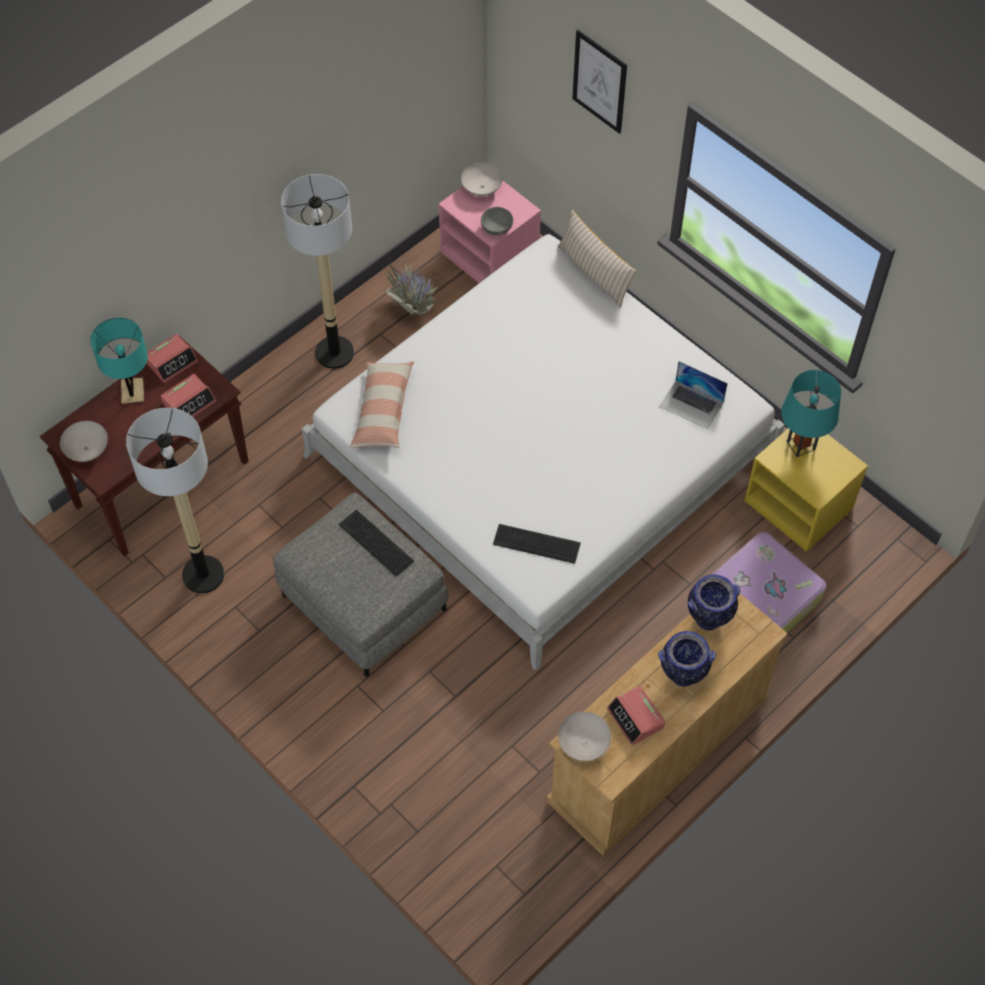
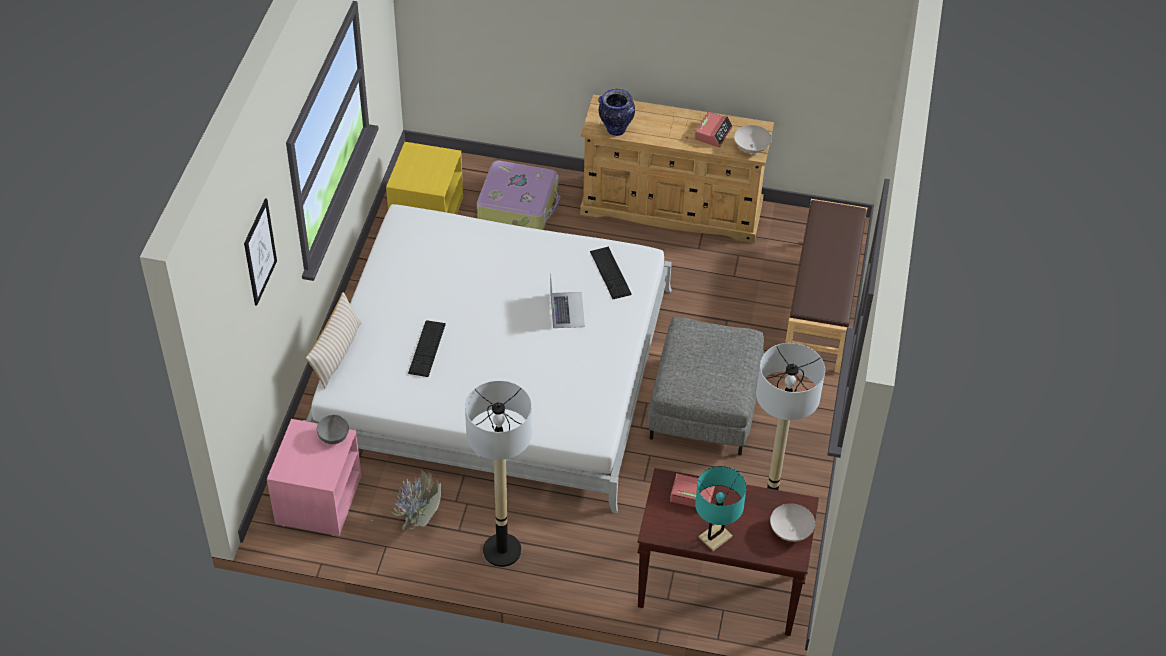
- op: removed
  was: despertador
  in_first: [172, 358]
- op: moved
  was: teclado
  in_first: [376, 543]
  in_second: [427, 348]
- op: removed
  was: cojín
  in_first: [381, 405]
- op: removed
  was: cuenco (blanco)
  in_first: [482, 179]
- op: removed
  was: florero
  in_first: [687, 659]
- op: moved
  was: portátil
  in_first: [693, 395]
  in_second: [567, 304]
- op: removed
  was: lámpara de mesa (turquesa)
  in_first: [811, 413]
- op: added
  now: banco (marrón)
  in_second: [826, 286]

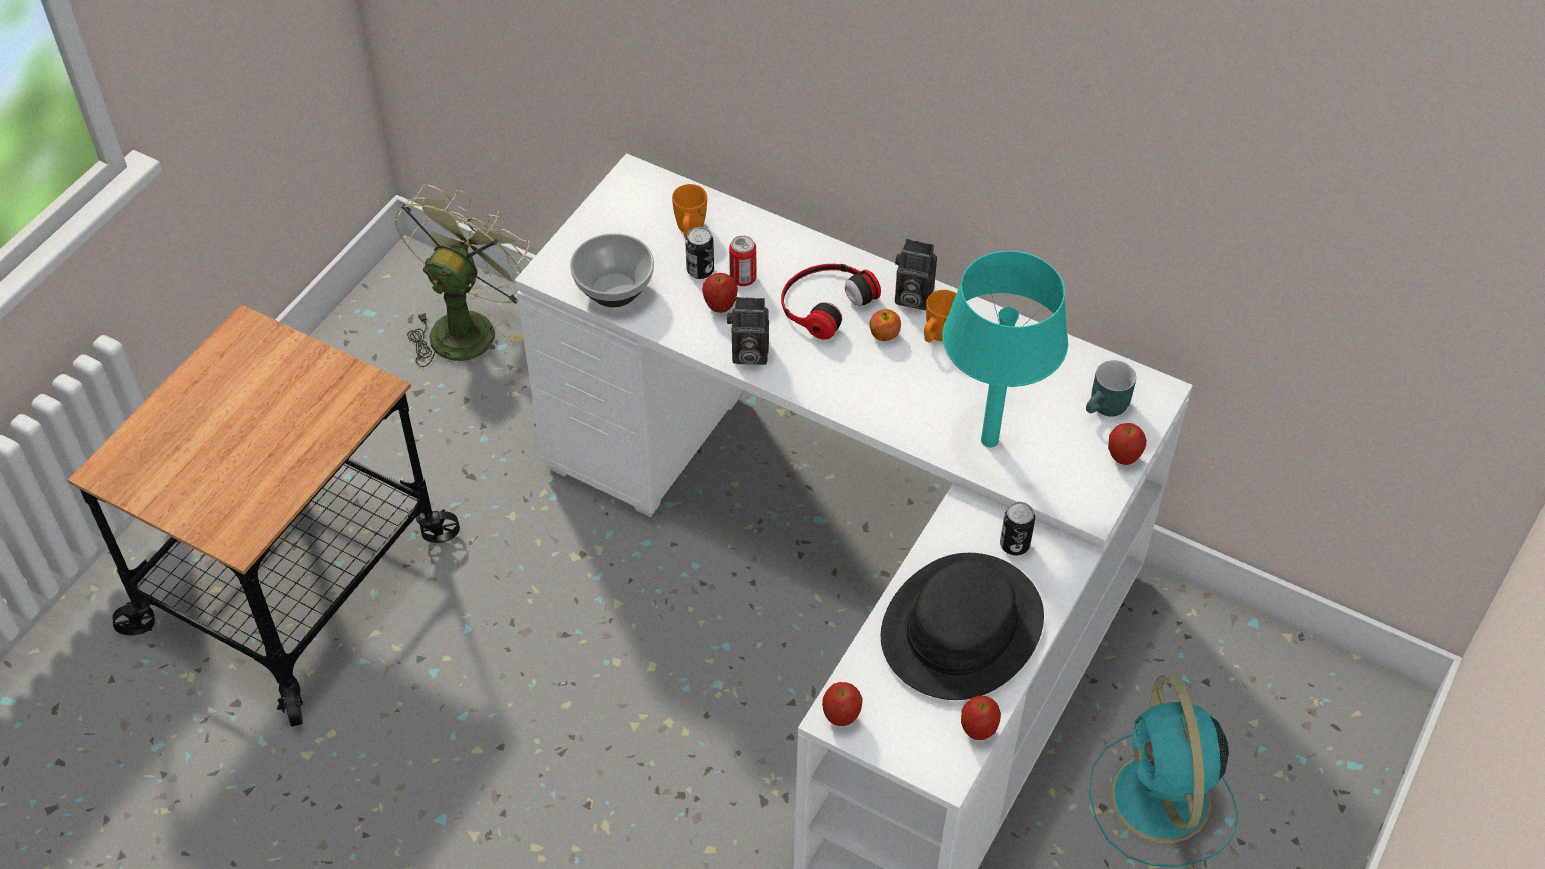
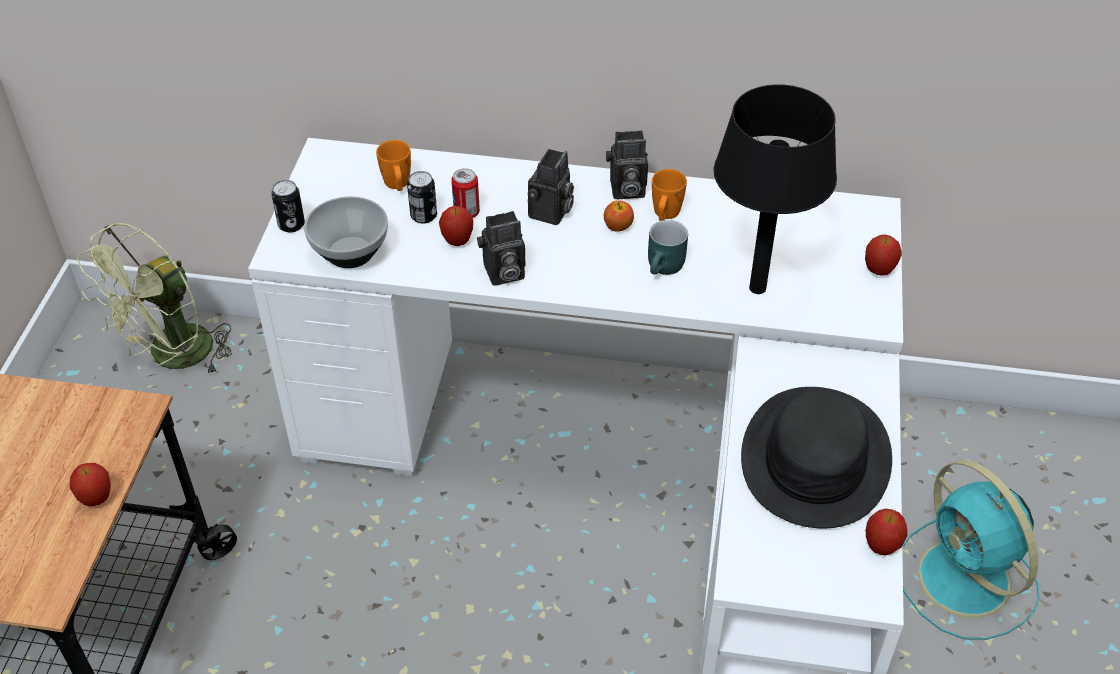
- op: turned
  was: ventilador (verde)
  in_first: [462, 276]
  in_second: [154, 299]
  clockwise: -150
- op: replaced
  was: auriculares
  now: cámara
  in_first: [831, 302]
  in_second: [551, 187]
- op: moved
  was: manzana
  in_first: [842, 704]
  in_second: [90, 484]
- op: recoloured
  was: lámpara de mesa (turquesa)
  now: lámpara de mesa (negro)
  in_first: [1005, 349]
  in_second: [775, 189]
- op: moved
  was: lata
  in_first: [1017, 528]
  in_second: [288, 206]
- op: moved
  was: taza grande (turquesa)
  in_first: [1111, 388]
  in_second: [668, 247]

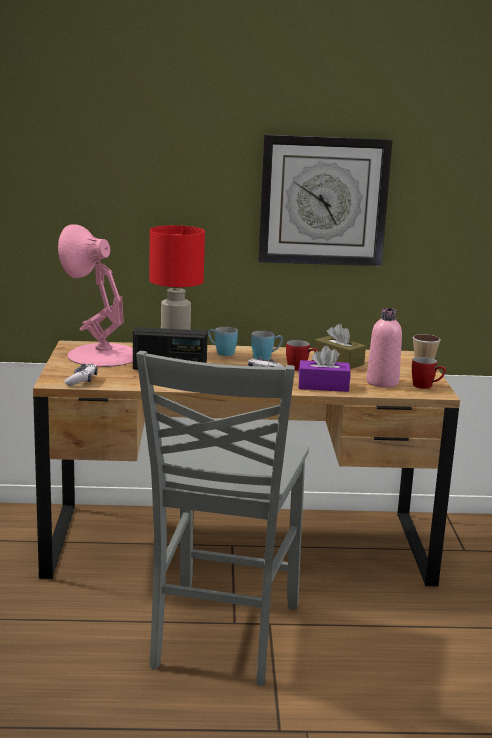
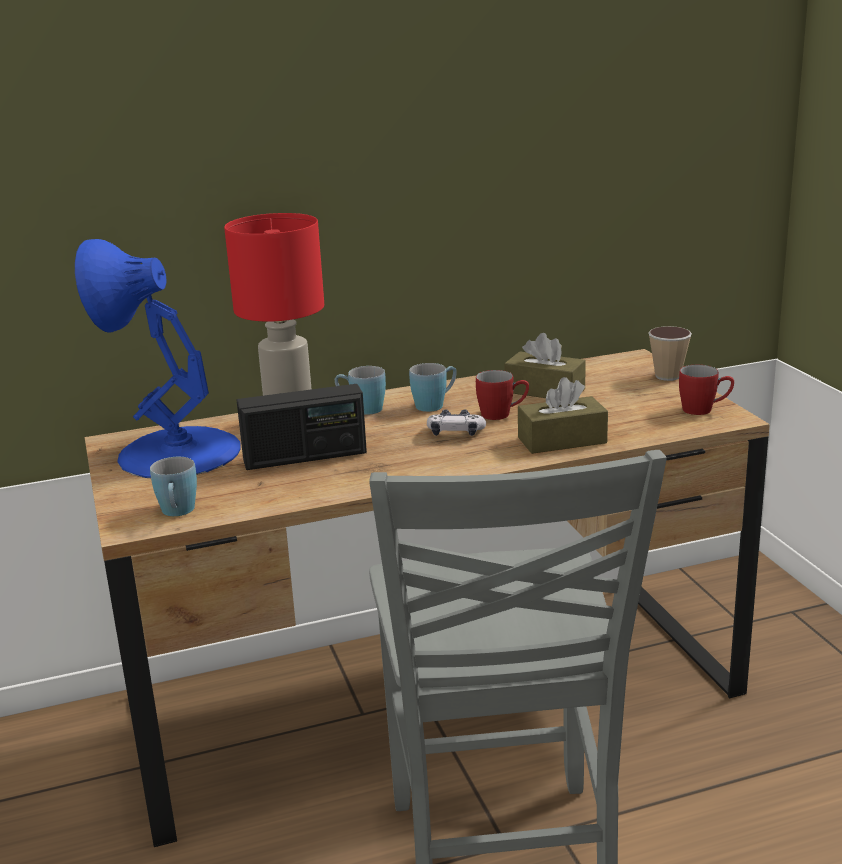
- op: recoloured
  was: lámpara de mesa (rosa)
  now: lámpara de mesa (azul)
  in_first: [95, 295]
  in_second: [158, 358]
- op: replaced
  was: mando de consola
  now: taza grande (azul)
  in_first: [81, 374]
  in_second: [173, 486]
- op: removed
  was: reloj de pared
  in_first: [325, 200]
- op: recoloured
  was: caja de pañuelos (morado)
  now: caja de pañuelos (marrón)
  in_first: [324, 369]
  in_second: [563, 415]
- op: removed
  was: botella (rosa)
  in_first: [384, 348]

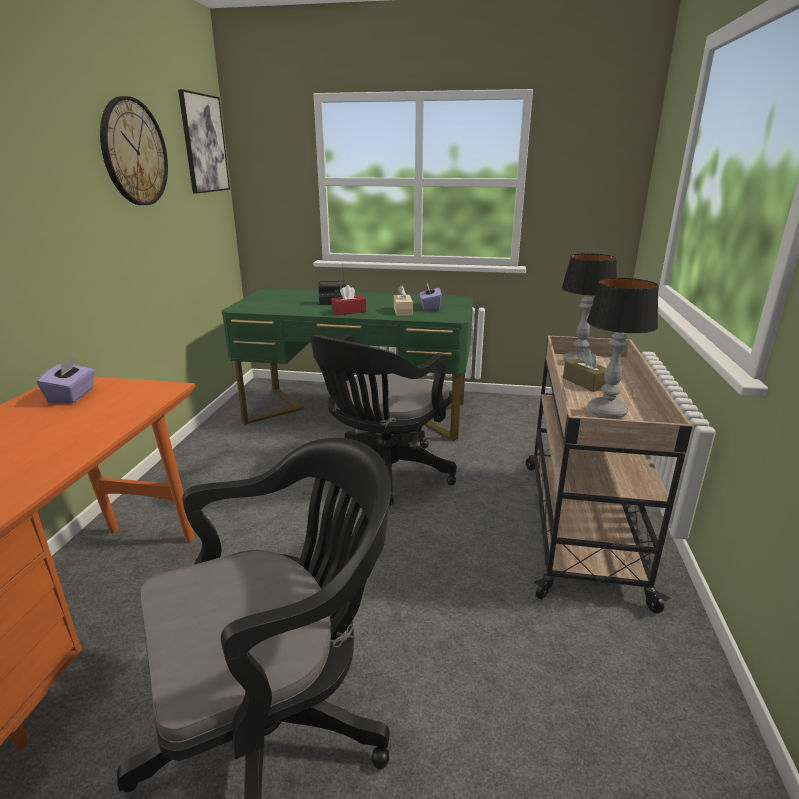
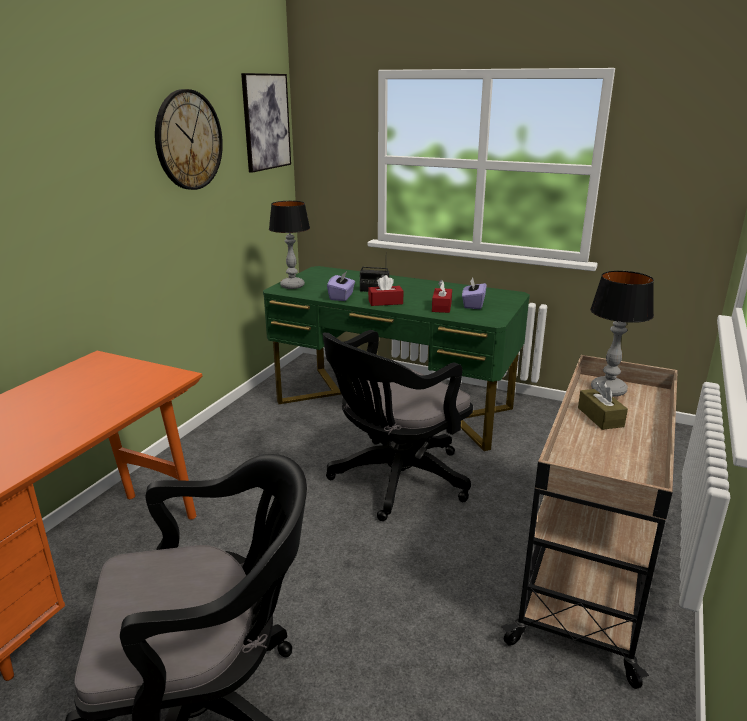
- op: moved
  was: caja de pañuelos (morado)
  in_first: [66, 380]
  in_second: [341, 286]
- op: recoloured
  was: caja de pañuelos (beis)
  now: caja de pañuelos (rojo)
  in_first: [403, 300]
  in_second: [442, 296]
- op: moved
  was: lámpara de mesa
  in_first: [623, 348]
  in_second: [289, 245]

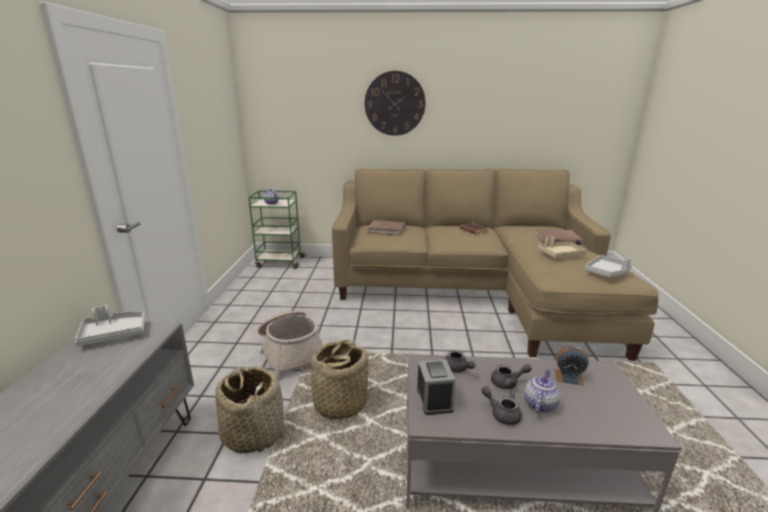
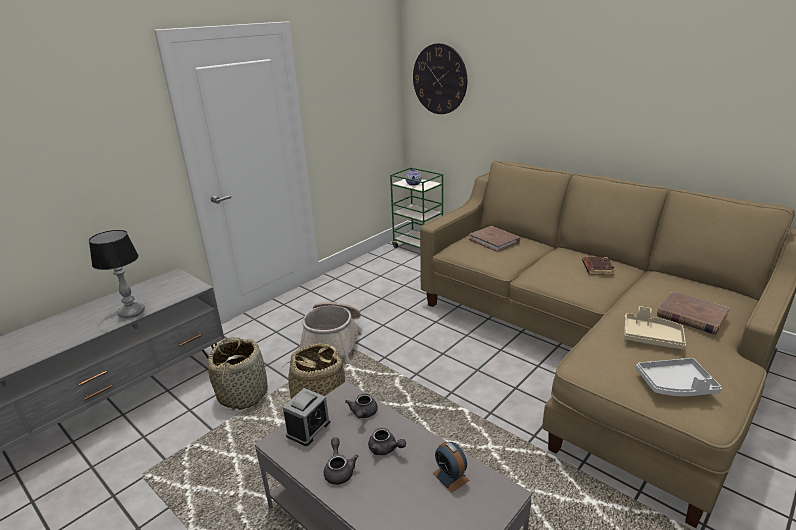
- op: removed
  was: bandeja (gris)
  in_first: [110, 325]
- op: moved
  was: reloj de pared
  in_first: [395, 103]
  in_second: [440, 78]
- op: removed
  was: tetera
  in_first: [542, 391]
- op: added
  now: lámpara de mesa
  in_second: [117, 274]

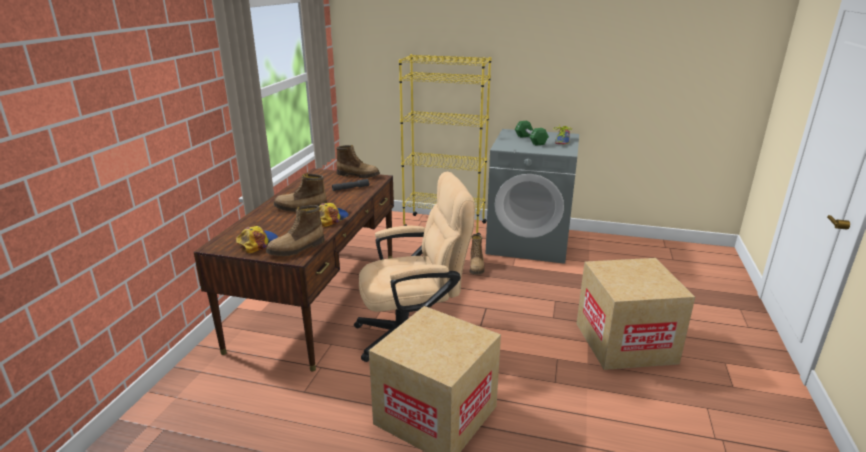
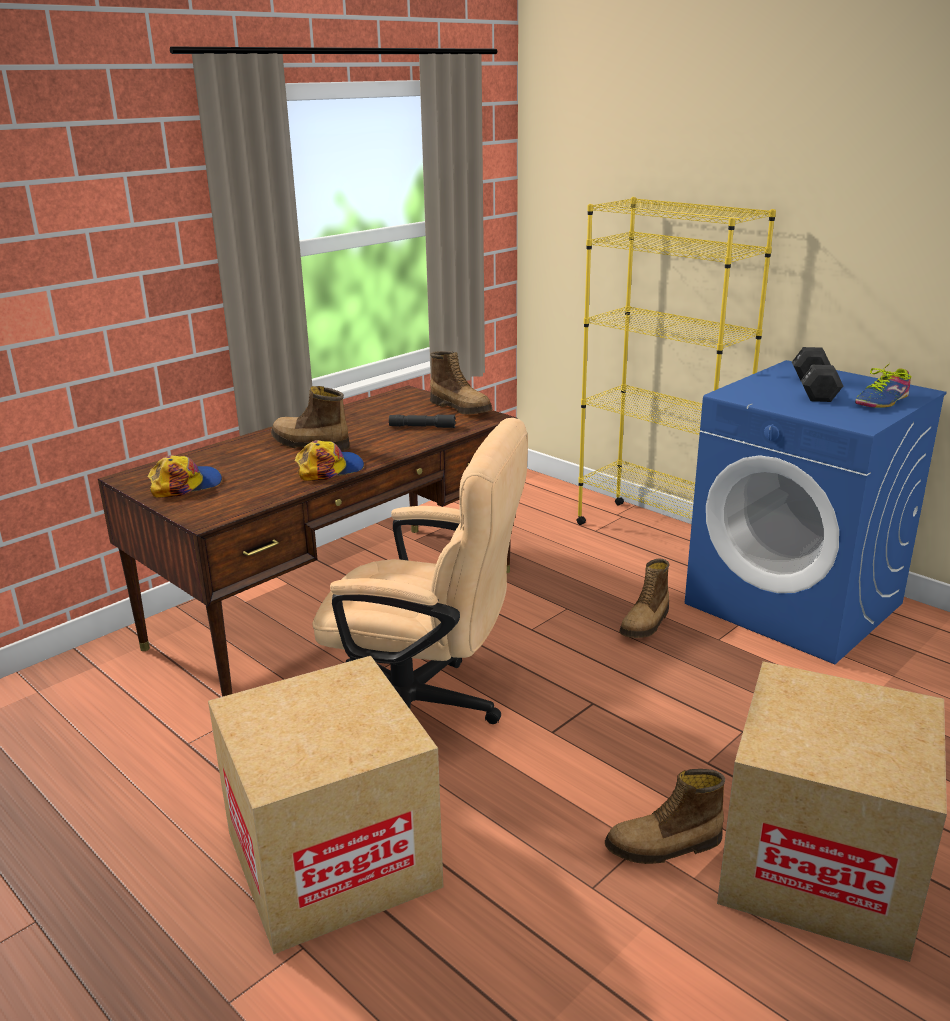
- op: moved
  was: bota
  in_first: [295, 230]
  in_second: [665, 816]
- op: recoloured
  was: lavadora (gris)
  now: lavadora (azul)
  in_first: [532, 196]
  in_second: [816, 512]
- op: recoloured
  was: mancuerna (verde)
  now: mancuerna (negro)
  in_first: [532, 133]
  in_second: [817, 374]

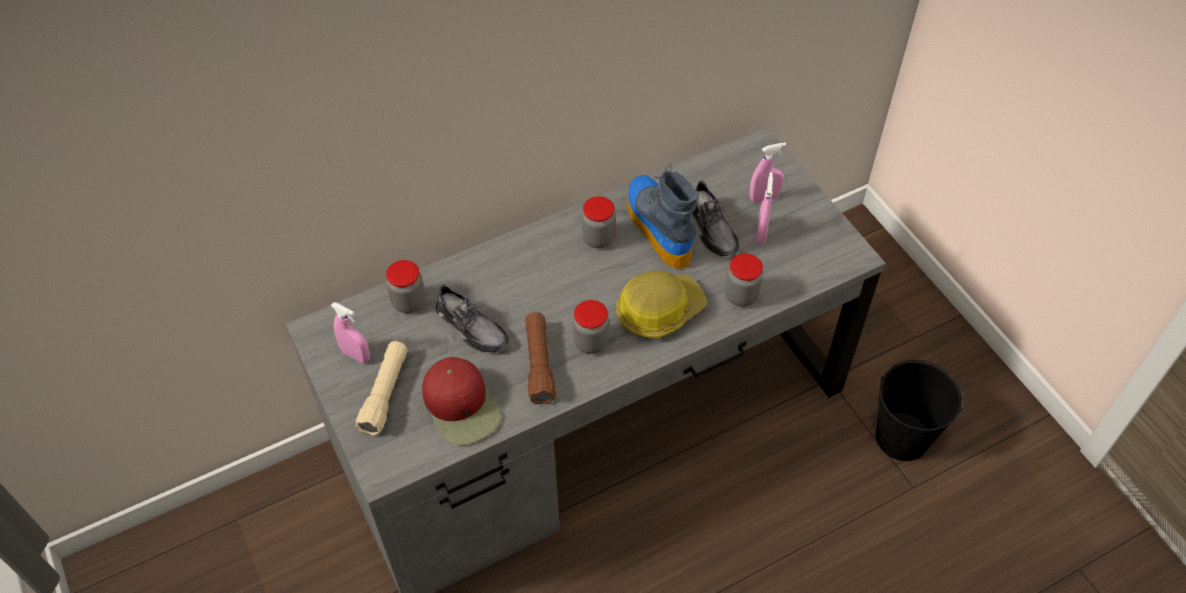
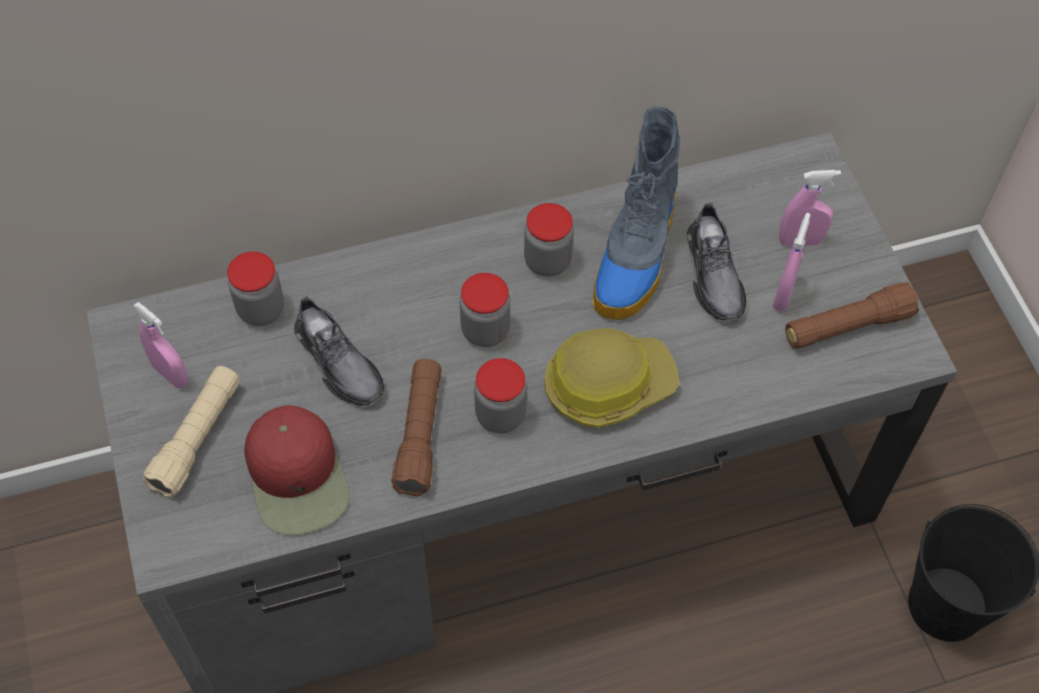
- op: turned
  was: bota
  in_first: [663, 216]
  in_second: [636, 213]
  clockwise: -150
- op: moved
  was: tarro
  in_first: [744, 280]
  in_second: [485, 310]
- op: added
  now: linterna (marrón)
  in_second: [852, 315]

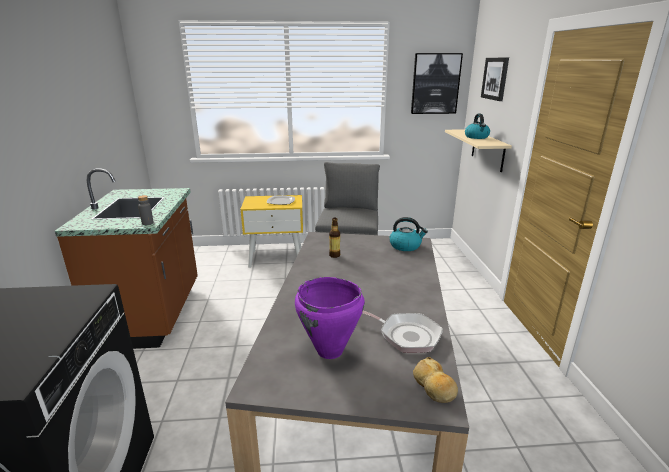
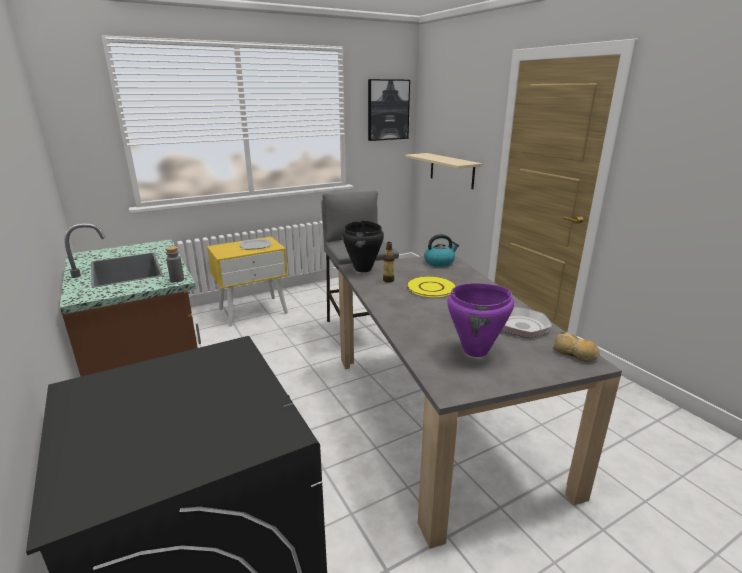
- op: removed
  was: hervidor
  in_first: [477, 126]
- op: removed
  was: cuadro
  in_first: [495, 79]
- op: added
  now: olla (negro)
  in_second: [363, 246]
- op: added
  now: plato (amarillo)
  in_second: [431, 286]

